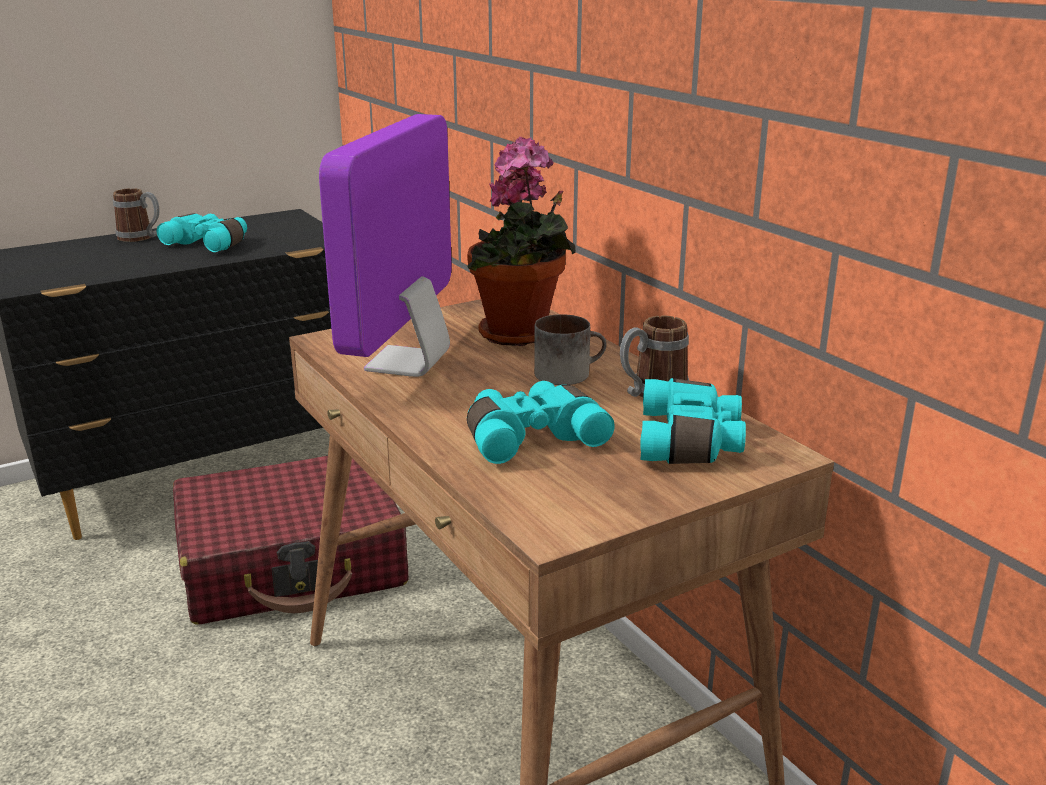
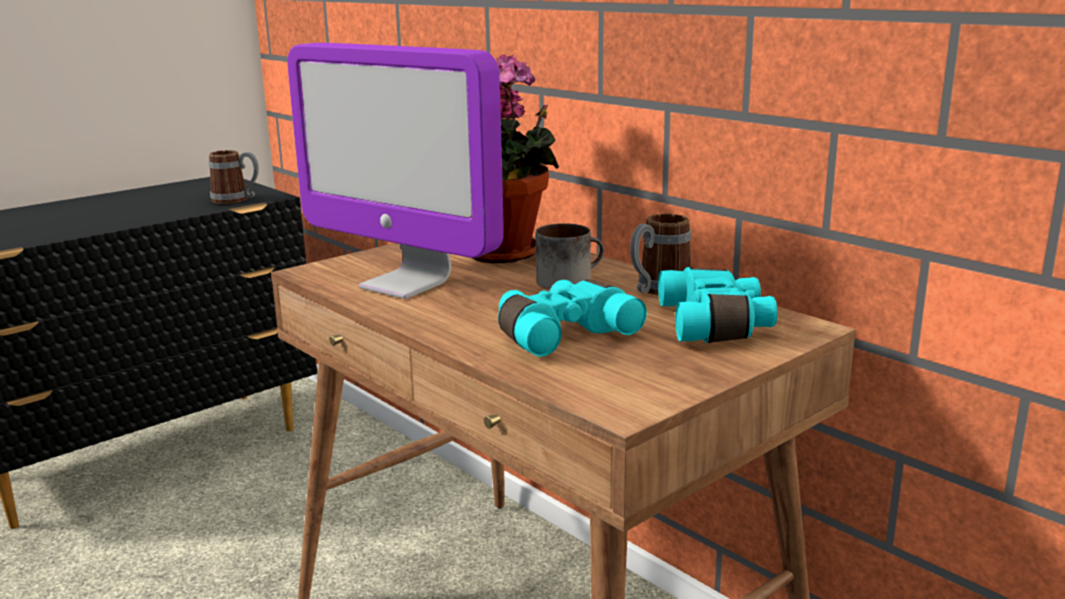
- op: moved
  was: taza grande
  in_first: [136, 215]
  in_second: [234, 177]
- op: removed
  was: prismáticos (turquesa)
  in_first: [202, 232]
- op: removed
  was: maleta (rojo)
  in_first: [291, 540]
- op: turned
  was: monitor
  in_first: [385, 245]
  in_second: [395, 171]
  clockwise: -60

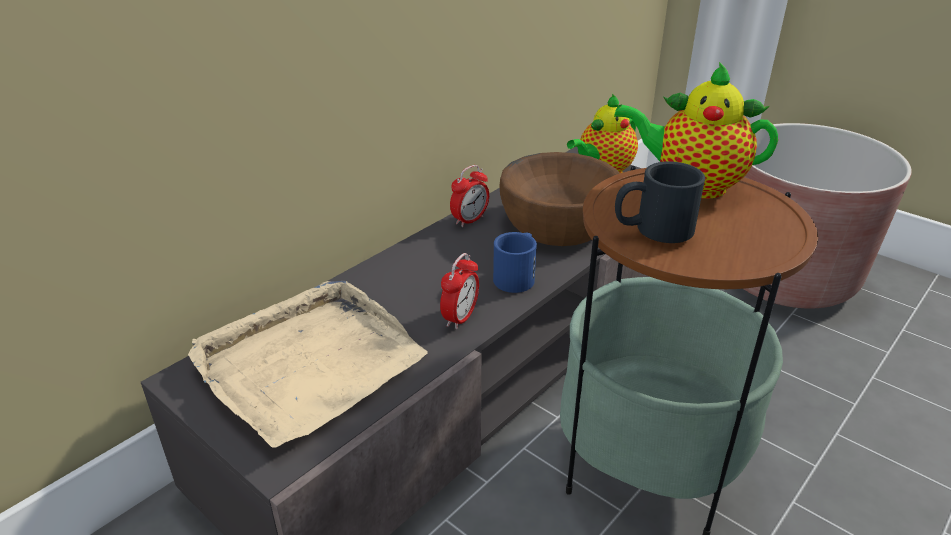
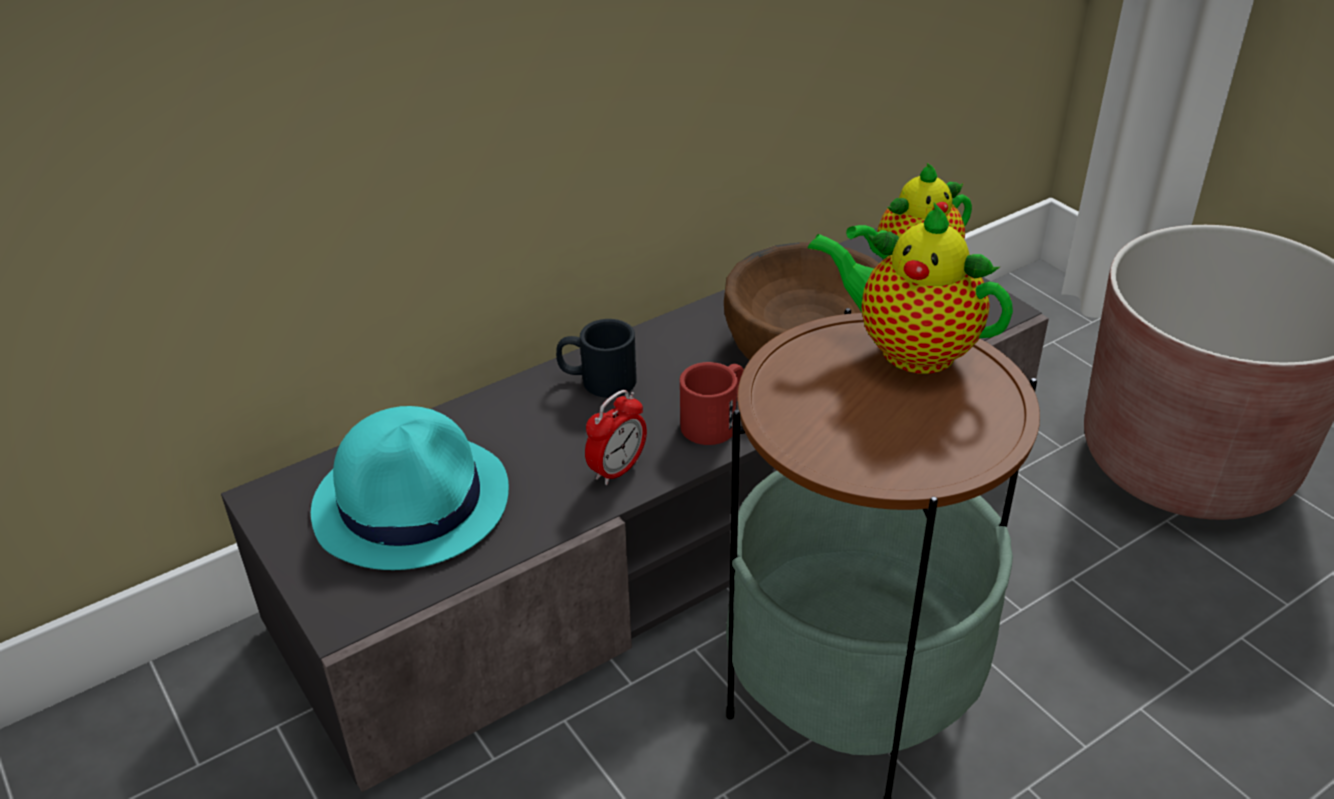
- op: replaced
  was: bandeja (beis)
  now: sombrero (turquesa)
  in_first: [308, 364]
  in_second: [410, 488]
- op: removed
  was: despertador
  in_first: [469, 196]
- op: recoloured
  was: taza grande (azul)
  now: taza grande (rojo)
  in_first: [515, 262]
  in_second: [712, 403]
- op: moved
  was: taza grande (negro)
  in_first: [660, 202]
  in_second: [596, 358]

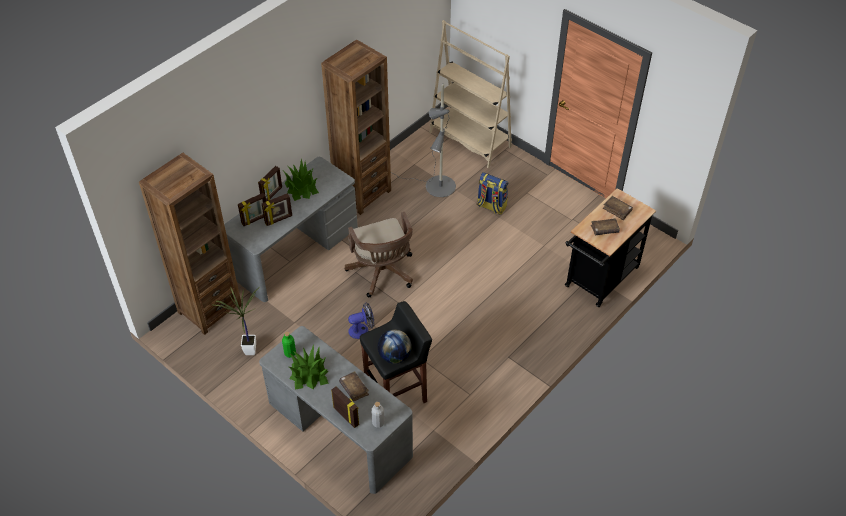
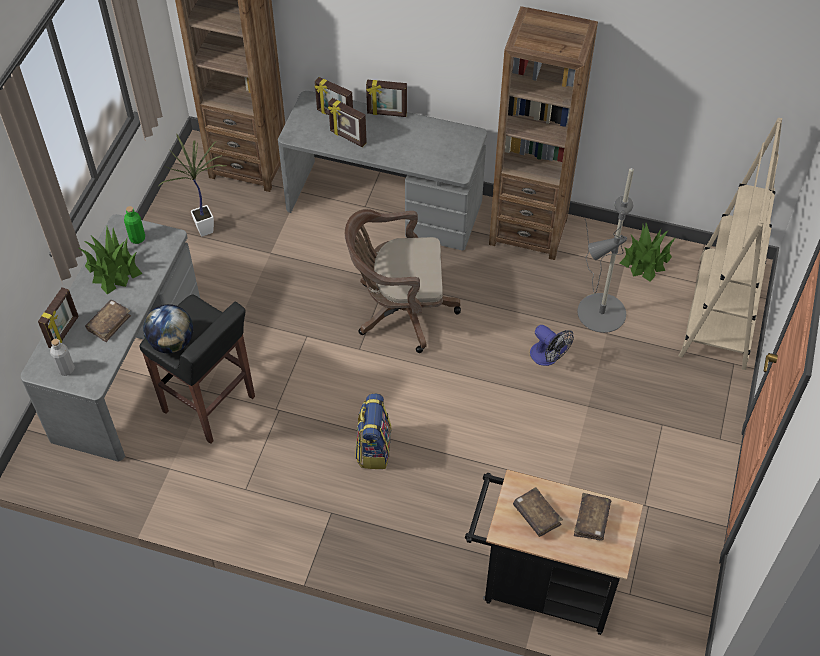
- op: moved
  was: planta en maceta
  in_first: [301, 179]
  in_second: [647, 252]
- op: turned
  was: silla de oficina (marrón)
  in_first: [379, 254]
  in_second: [403, 281]
  clockwise: 45
- op: moved
  was: ventilador
  in_first: [361, 320]
  in_second: [552, 345]
- op: moved
  was: mochila
  in_first: [492, 193]
  in_second: [373, 431]

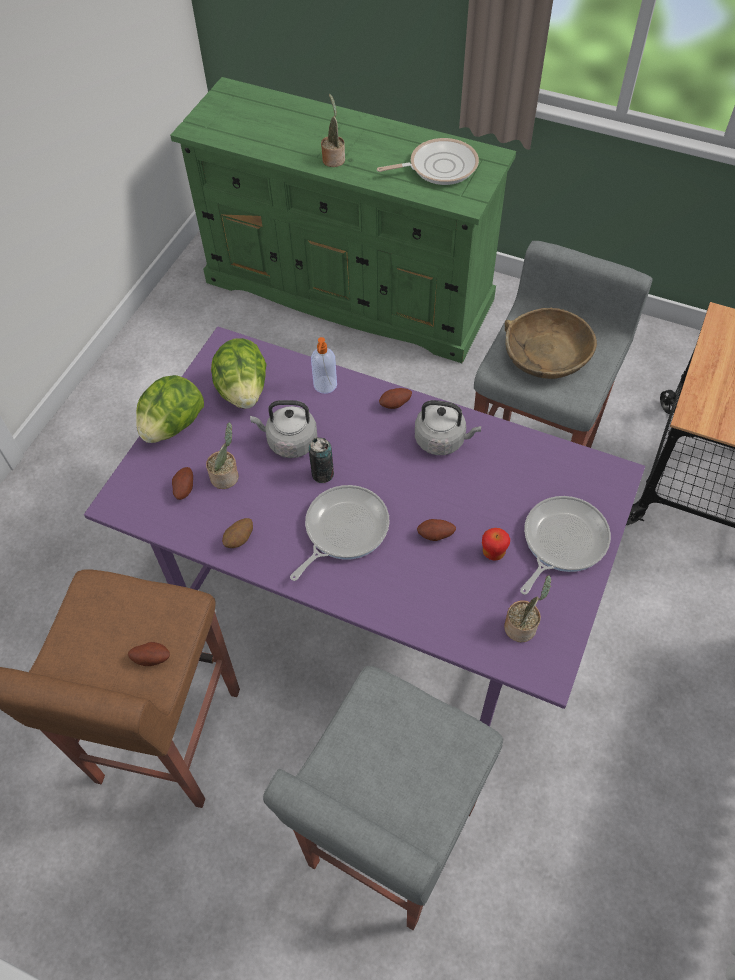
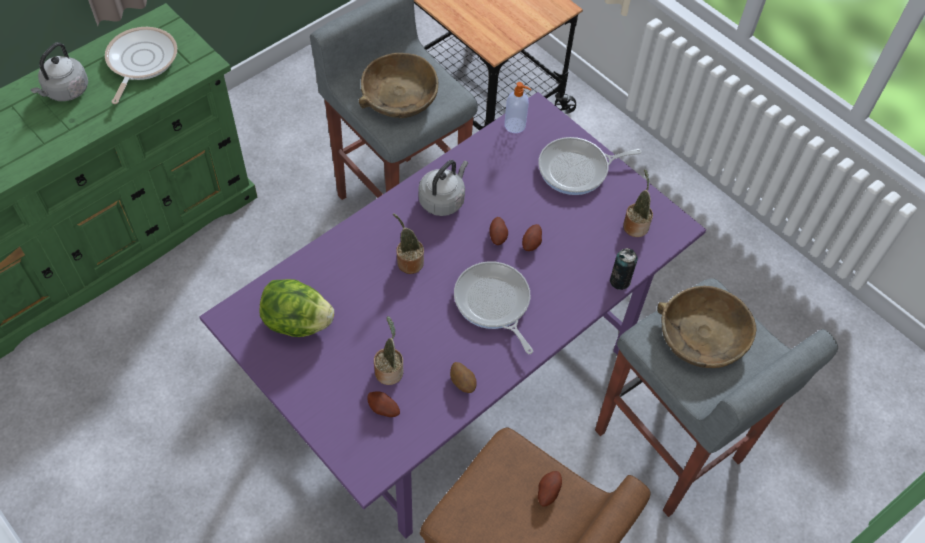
- op: removed
  was: lechuga
  in_first: [170, 409]
- op: moved
  was: hervidor (gris)
  in_first: [283, 429]
  in_second: [59, 71]
- op: moved
  was: lata
  in_first: [321, 460]
  in_second: [624, 269]
- op: moved
  was: dispensador de jabón
  in_first: [324, 365]
  in_second: [518, 107]
- op: moved
  was: planta en maceta
  in_first: [333, 130]
  in_second: [408, 244]
- op: moved
  was: patata
  in_first: [395, 398]
  in_second: [498, 231]
- op: removed
  was: manzana
  in_first: [496, 544]
- op: turned
  was: sartén
  in_first: [565, 545]
  in_second: [589, 166]
  clockwise: -75
- op: added
  now: cuenco (marrón)
  in_second: [707, 327]

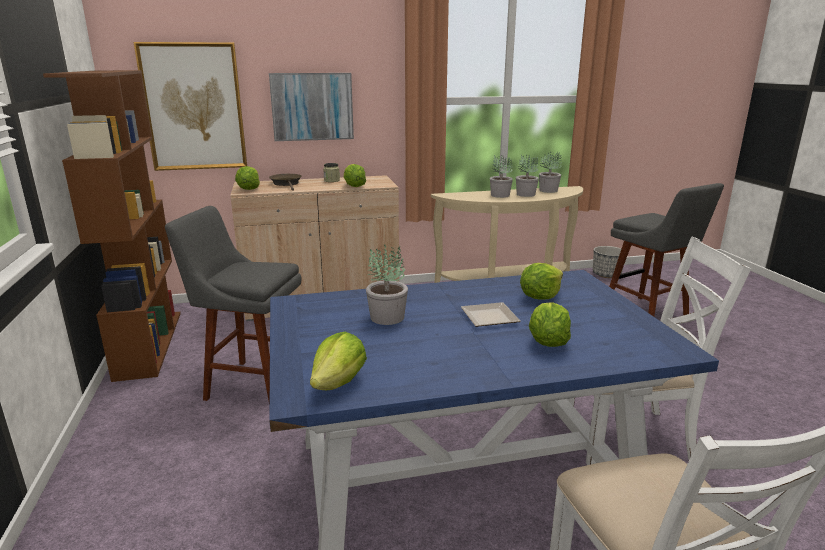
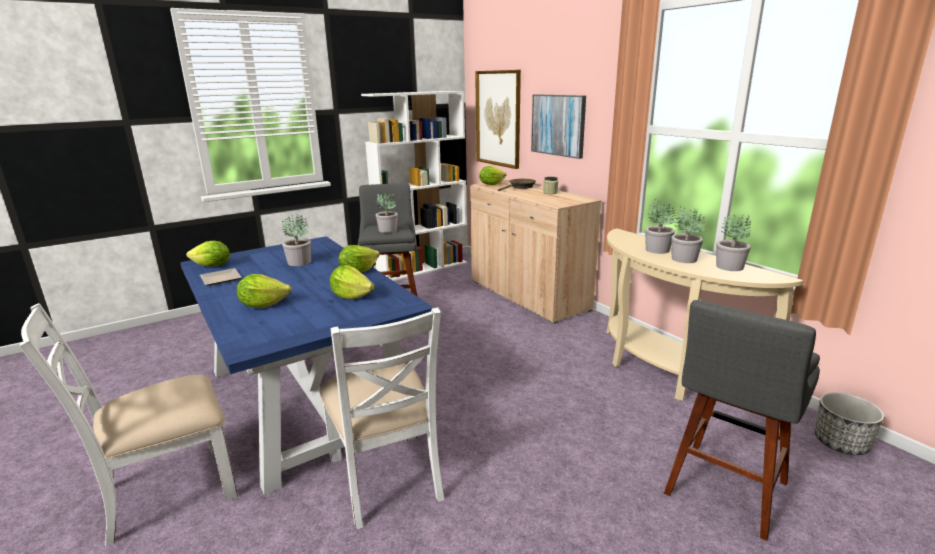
- op: recoloured
  was: estantería (marrón)
  now: estantería (blanco)
  in_first: [112, 226]
  in_second: [414, 186]
- op: moved
  was: lechuga
  in_first: [355, 175]
  in_second: [359, 259]
- op: moved
  was: plato
  in_first: [490, 314]
  in_second: [221, 276]
- op: added
  now: planta en maceta
  in_second: [387, 212]

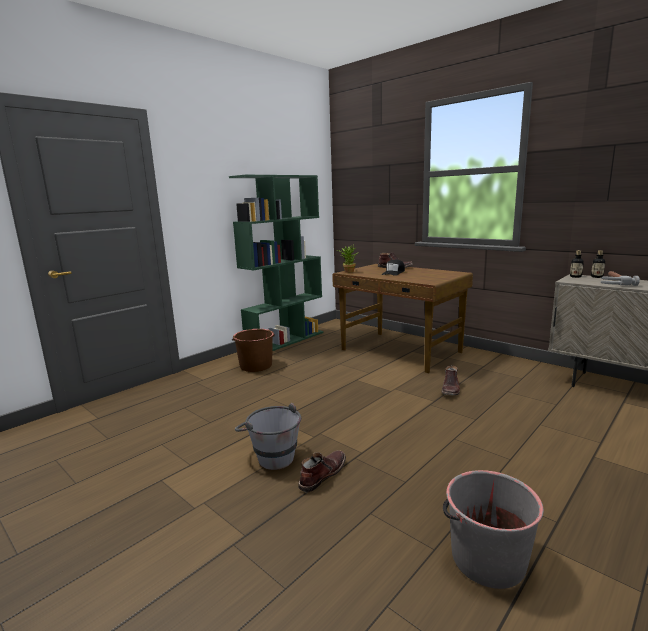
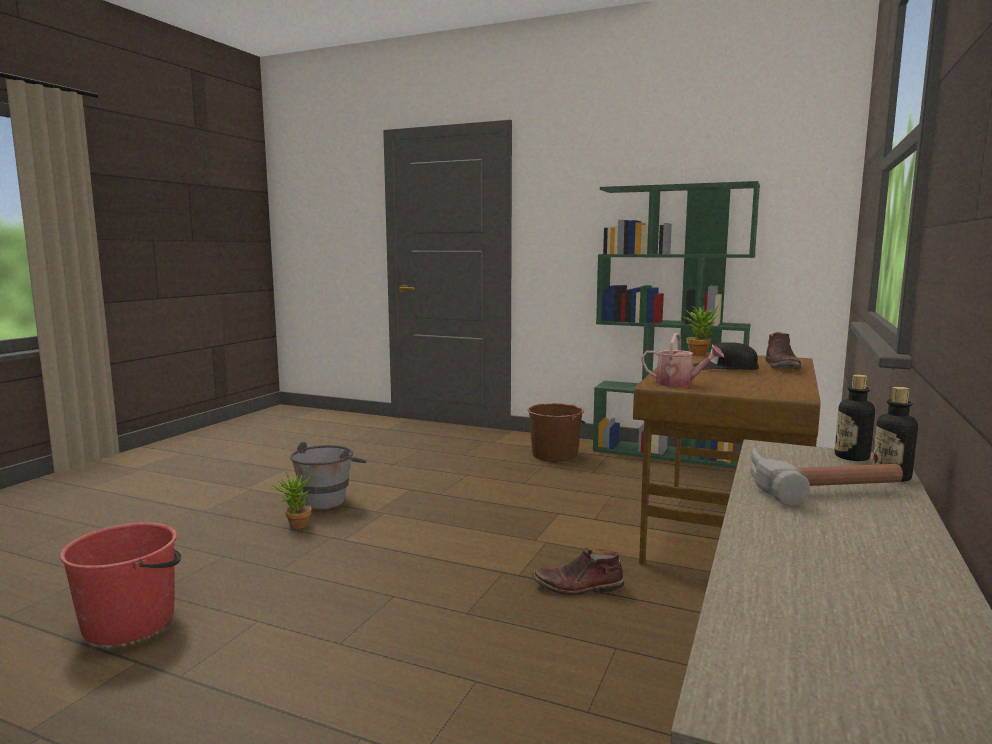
- op: replaced
  was: bota (marrón)
  now: planta en maceta
  in_first: [322, 471]
  in_second: [291, 500]
- op: recoloured
  was: cubo (gris)
  now: cubo (rojo)
  in_first: [493, 529]
  in_second: [120, 583]
- op: added
  now: regadera
  in_second: [682, 360]

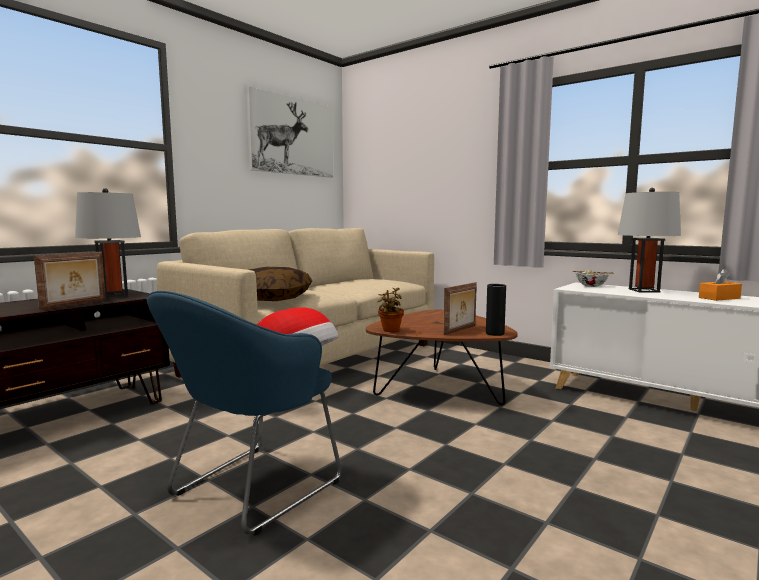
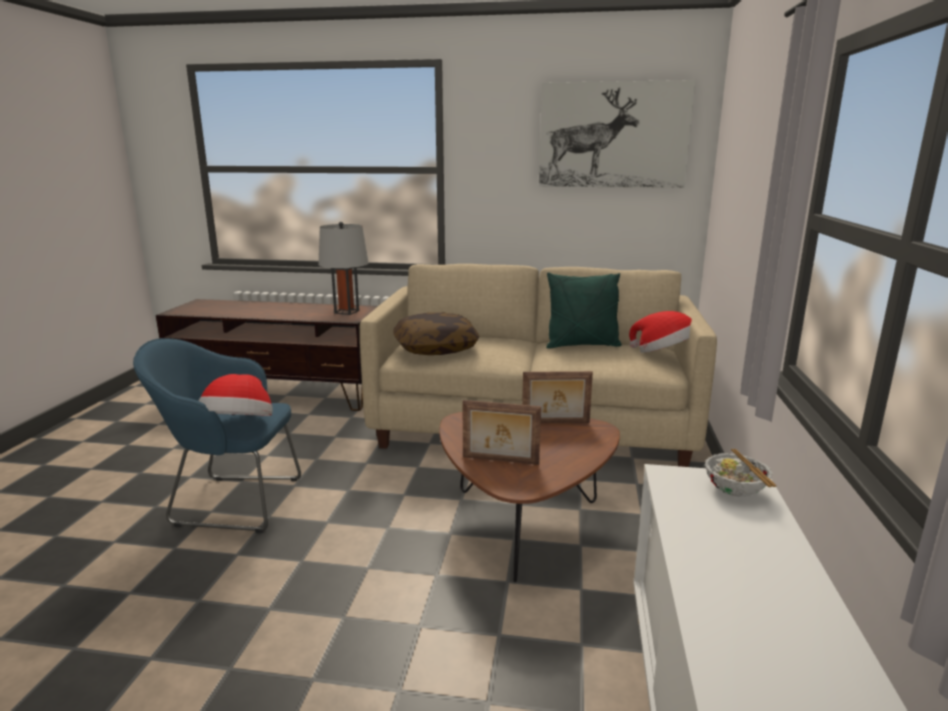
- op: moved
  was: portarretratos
  in_first: [70, 281]
  in_second: [557, 397]
- op: removed
  was: planta en maceta
  in_first: [391, 310]
- op: removed
  was: florero (negro)
  in_first: [496, 310]
- op: removed
  was: lámpara de mesa (gris)
  in_first: [649, 240]
- op: removed
  was: caja de pañuelos (naranja)
  in_first: [720, 285]
- op: added
  now: cojín (verde)
  in_second: [584, 310]
- op: added
  now: sombrero
  in_second: [660, 332]

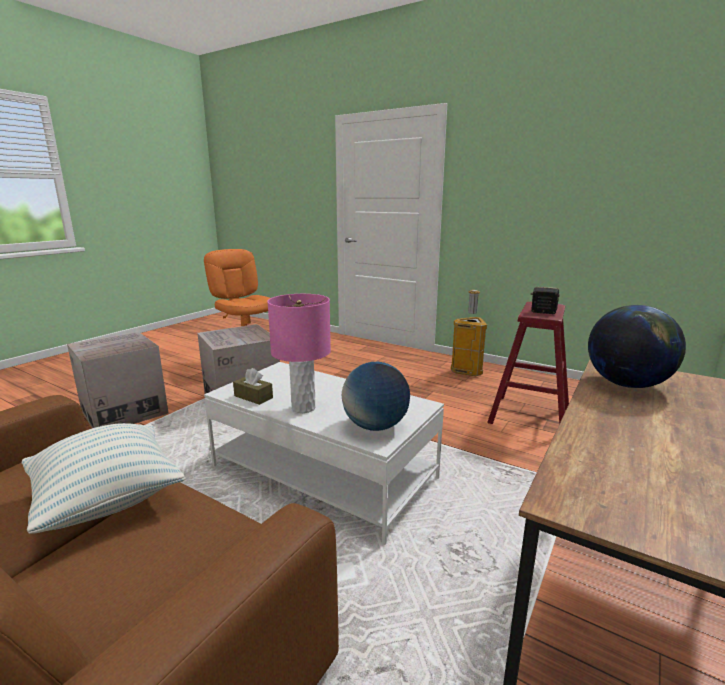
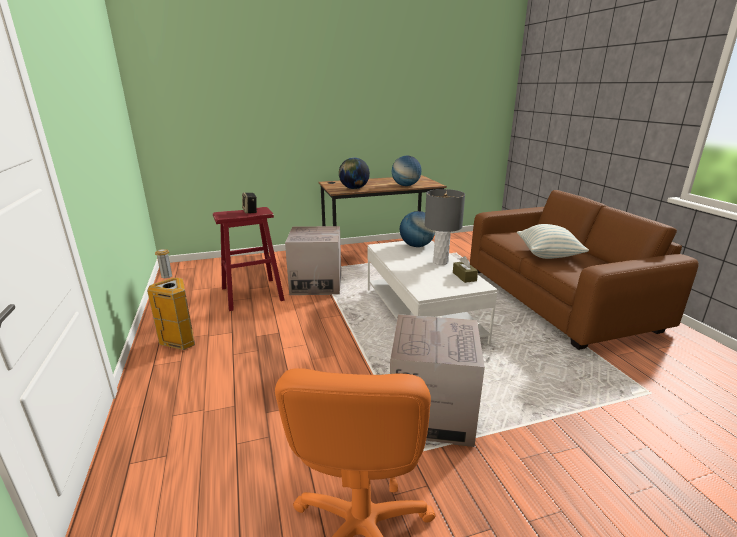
- op: moved
  was: caja de cartón
  in_first: [118, 379]
  in_second: [313, 260]
- op: recoloured
  was: lámpara de mesa (rosa)
  now: lámpara de mesa (gris)
  in_first: [299, 353]
  in_second: [445, 227]
- op: added
  now: globo terráqueo
  in_second: [406, 171]

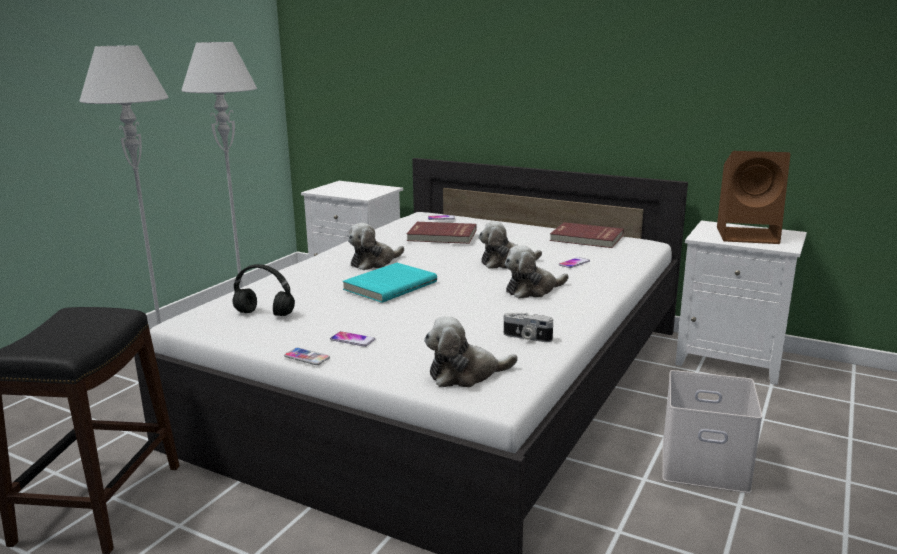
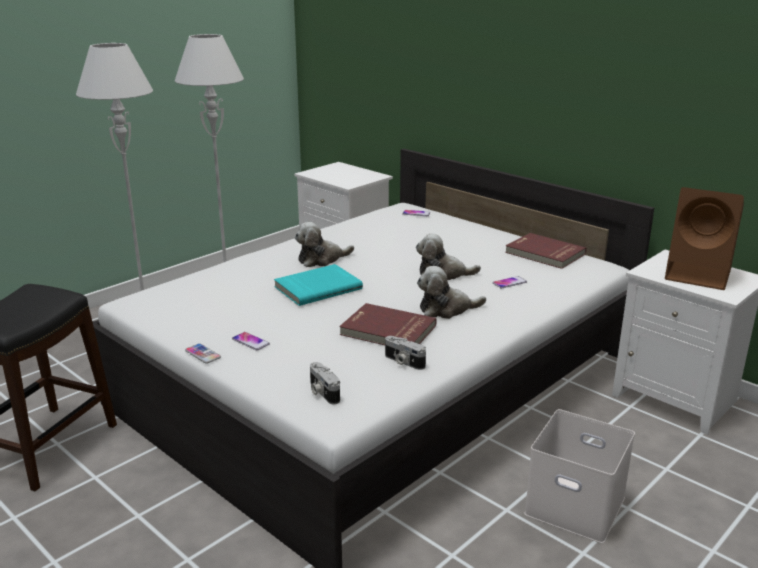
- op: removed
  was: auriculares (negro)
  in_first: [264, 290]
- op: moved
  was: libro (rojo)
  in_first: [442, 233]
  in_second: [388, 324]
- op: replaced
  was: peluche
  now: cámara
  in_first: [471, 351]
  in_second: [325, 383]

